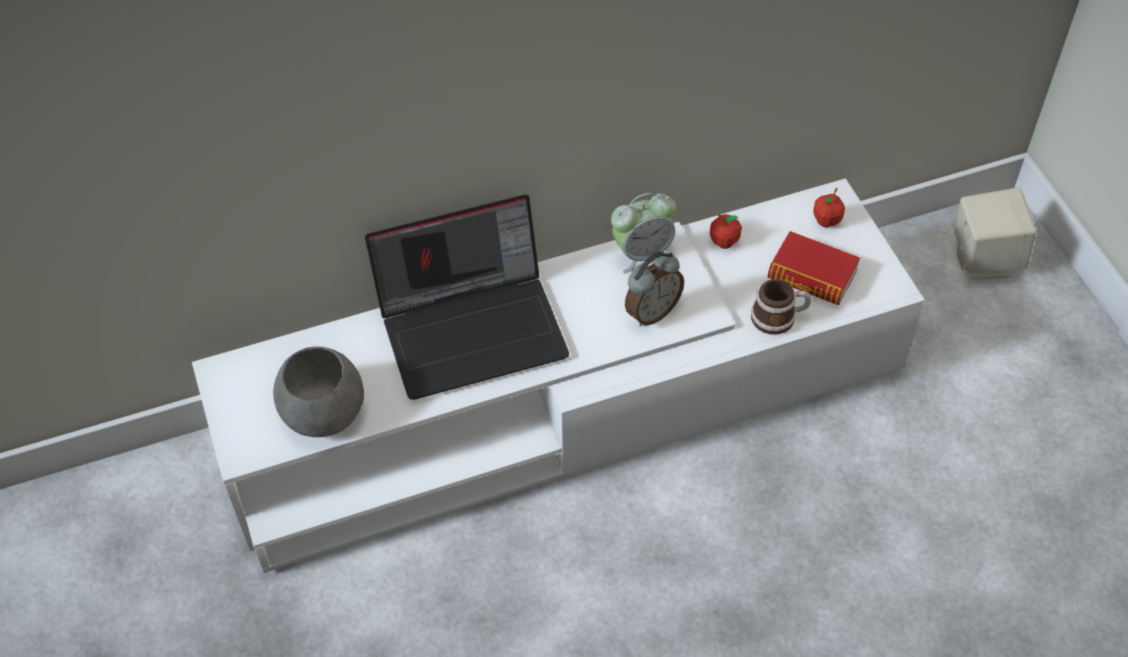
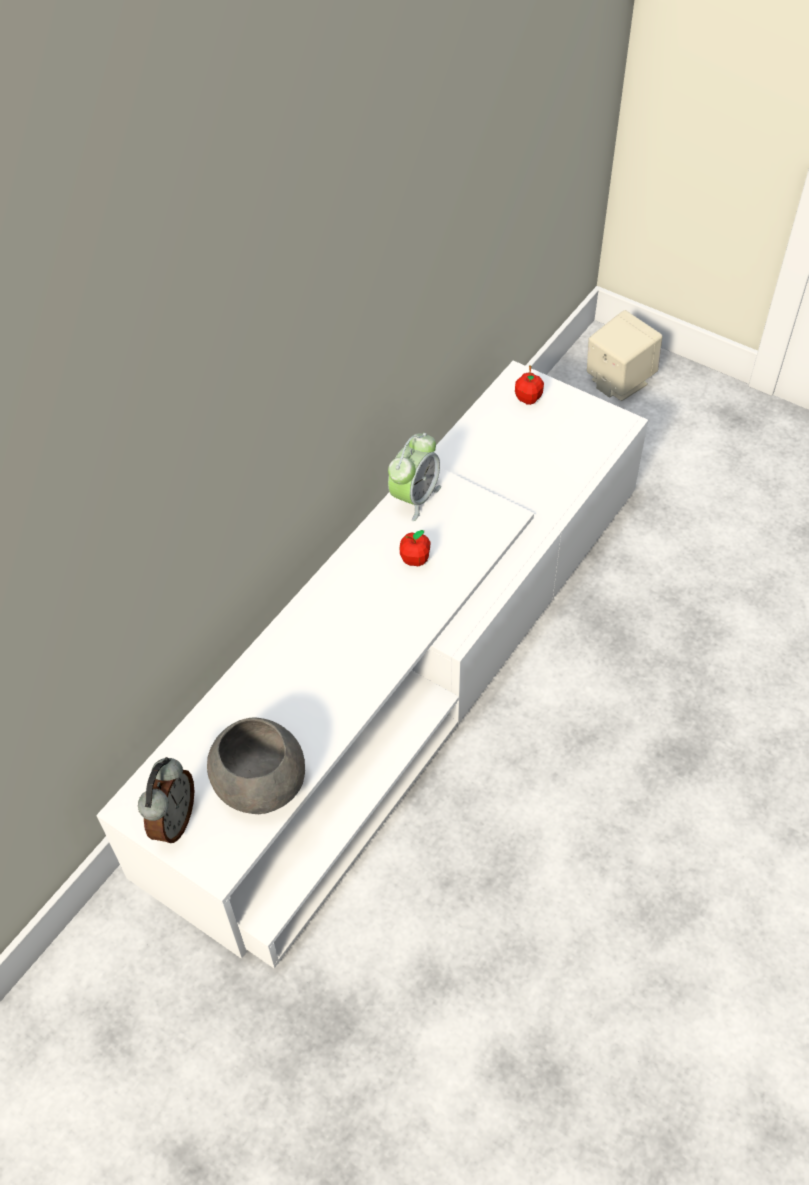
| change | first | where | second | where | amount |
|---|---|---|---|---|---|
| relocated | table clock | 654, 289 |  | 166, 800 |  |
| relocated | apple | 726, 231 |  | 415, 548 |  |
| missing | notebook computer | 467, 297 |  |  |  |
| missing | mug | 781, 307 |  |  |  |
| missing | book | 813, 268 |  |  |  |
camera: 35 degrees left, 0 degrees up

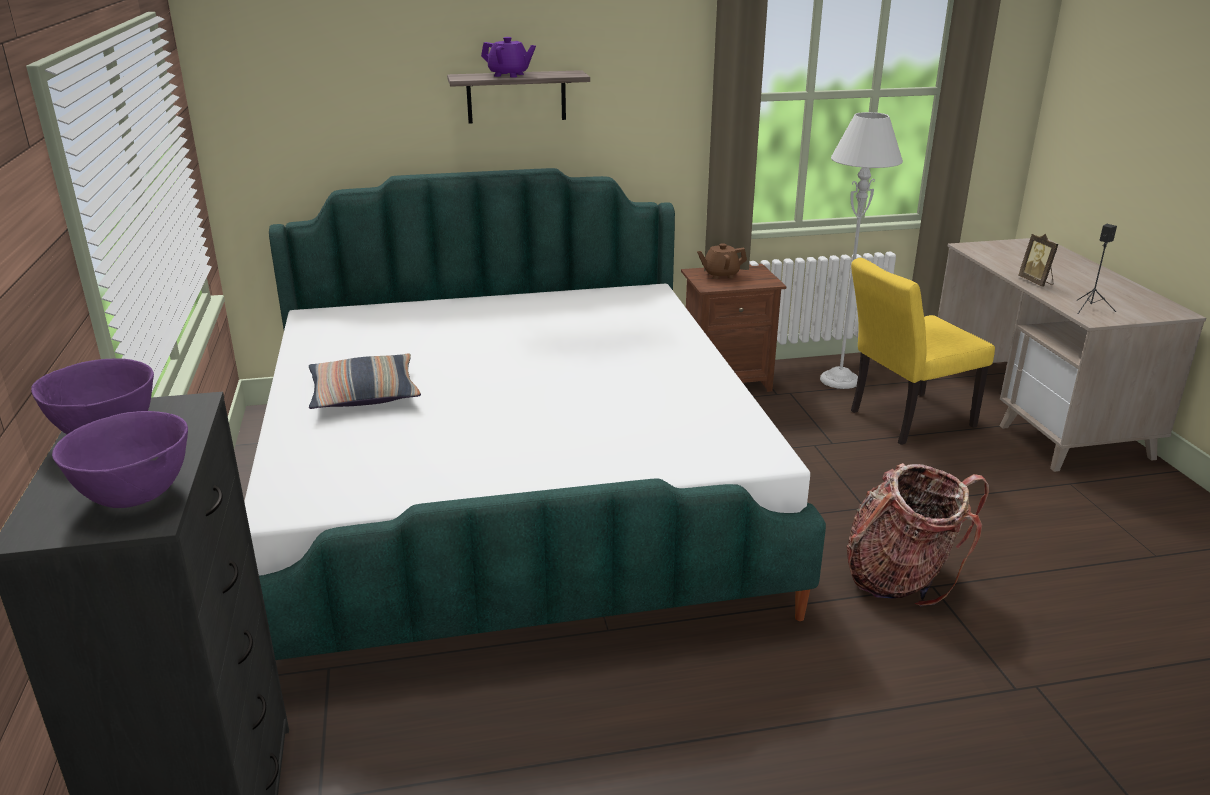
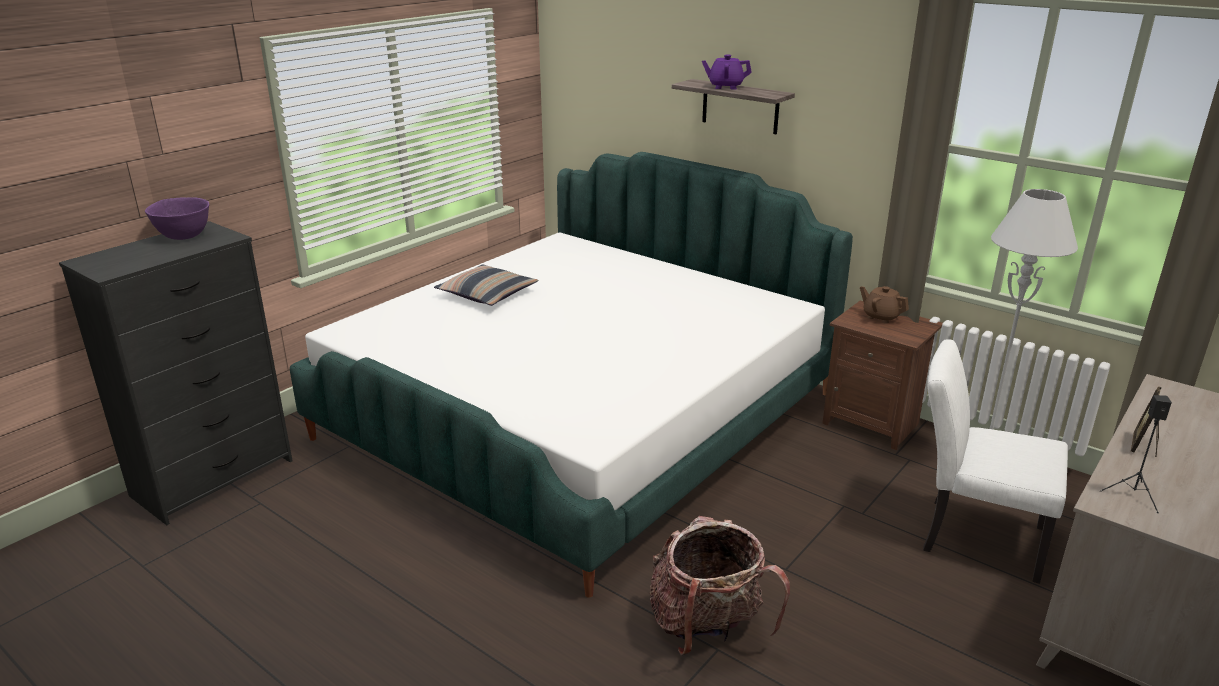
| change | first | where | second | where | amount |
|---|---|---|---|---|---|
| spun | purple-coloured teapot | 508, 57 |  | 727, 72 | 120 degrees clockwise |
| colour | yellowish upright chair | 923, 351 | white upright chair | 995, 461 |  |
| missing | purple-coloured deep dish | 120, 459 |  |  |  |
camera: 50 degrees right, 0 degrees up

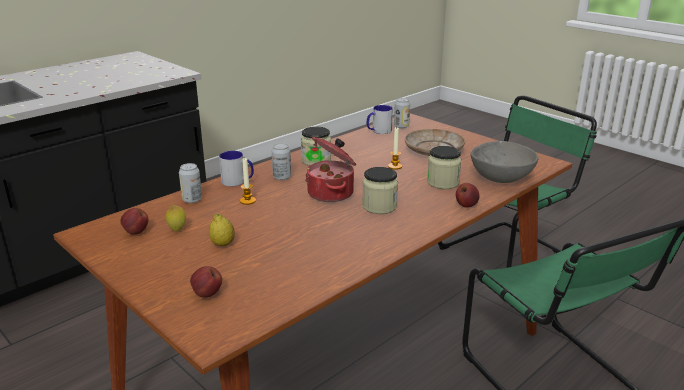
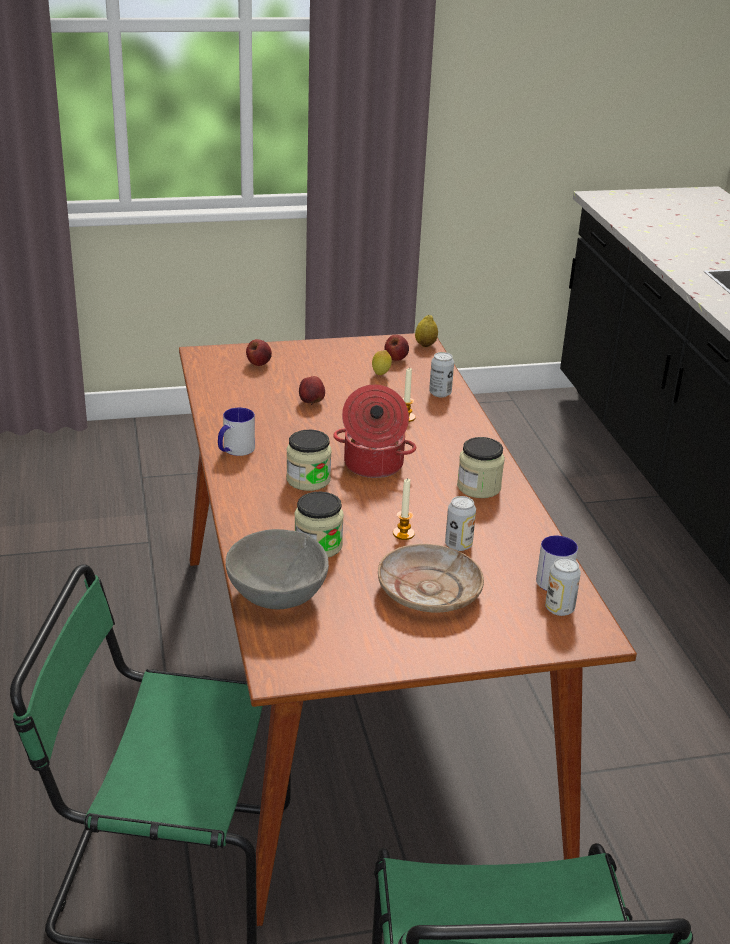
| change | first | where | second | where | amount |
|---|---|---|---|---|---|
| relocated | mug | 236, 168 |  | 236, 431 |  |
| relocated | apple | 468, 195 |  | 312, 390 |  |
| relocated | lemon | 222, 229 |  | 426, 331 |  |
| relocated | can | 281, 161 |  | 460, 523 |  |
camera: 120 degrees right, 5 degrees up

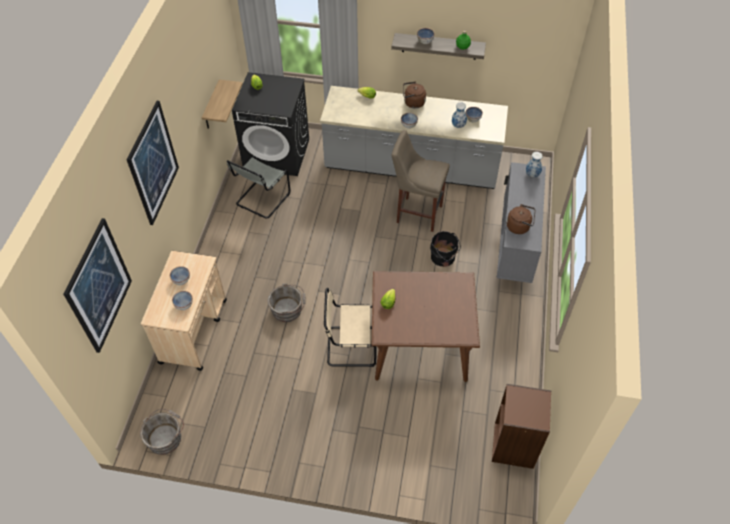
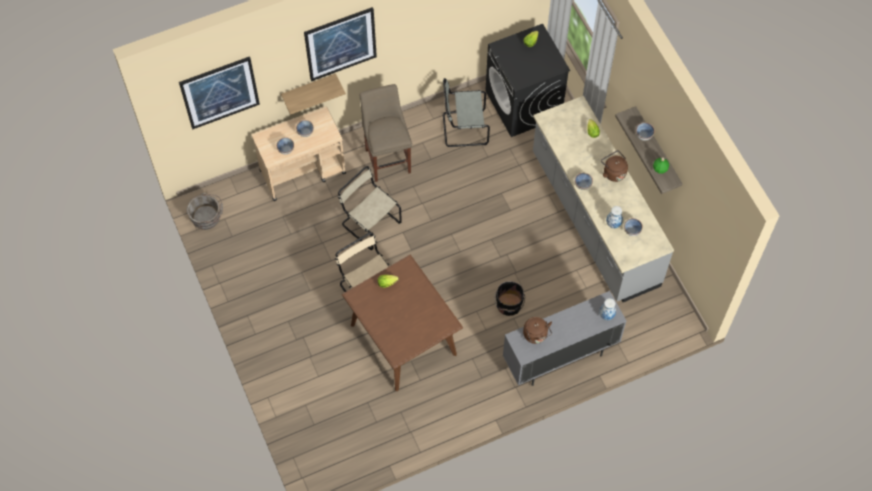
| change | first | where | second | where | amount |
|---|---|---|---|---|---|
| relocated | shelf | 222, 104 |  | 313, 94 |  |
| exchanged | grey water bucket | 287, 303 | beige upright chair | 370, 208 |  |
| relocated | beige stool | 421, 181 |  | 386, 133 |  |
| missing | brown bookcase | 521, 426 |  |  |  |
camera: 55 degrees right, 10 degrees up

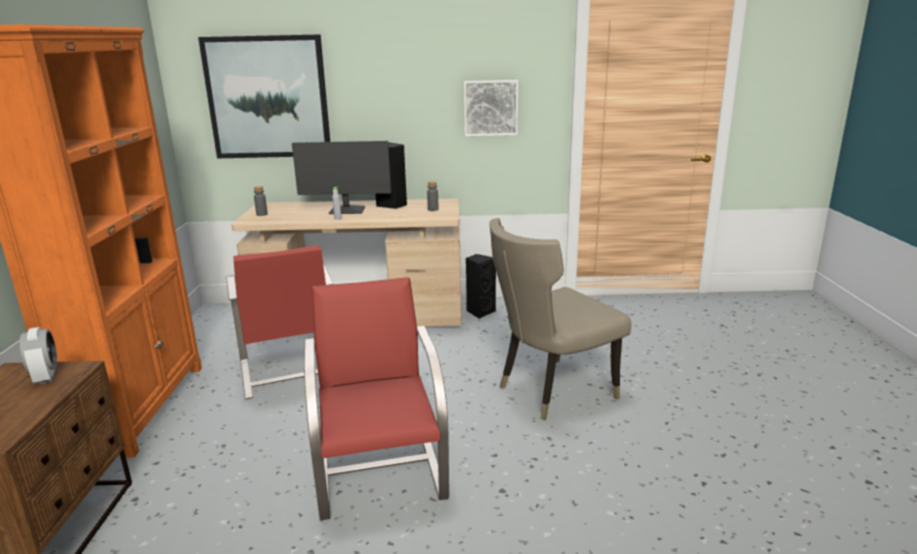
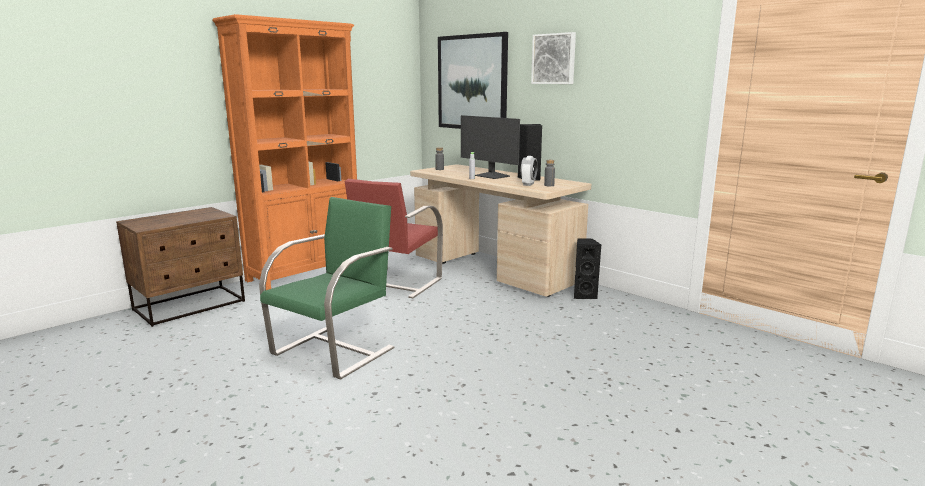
| change | first | where | second | where | amount |
|---|---|---|---|---|---|
| colour | red upright chair | 376, 398 | greenish upright chair | 327, 288 |  |
| relocated | table clock | 38, 356 |  | 529, 171 |  |
| relocated | wall picture | 491, 108 |  | 553, 58 |  |
| missing | beige upright chair | 560, 319 |  |  |  |
camera: 45 degrees right, 5 degrees down

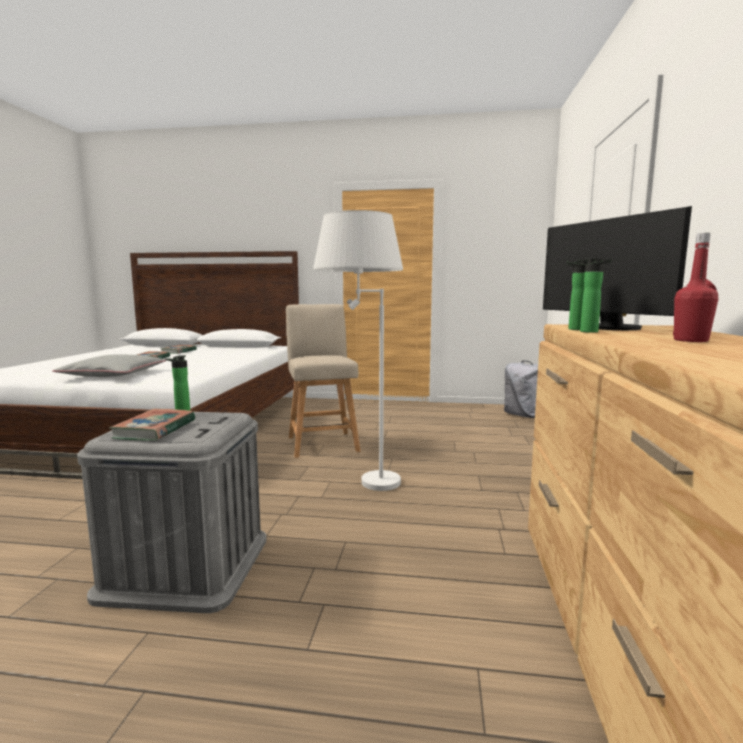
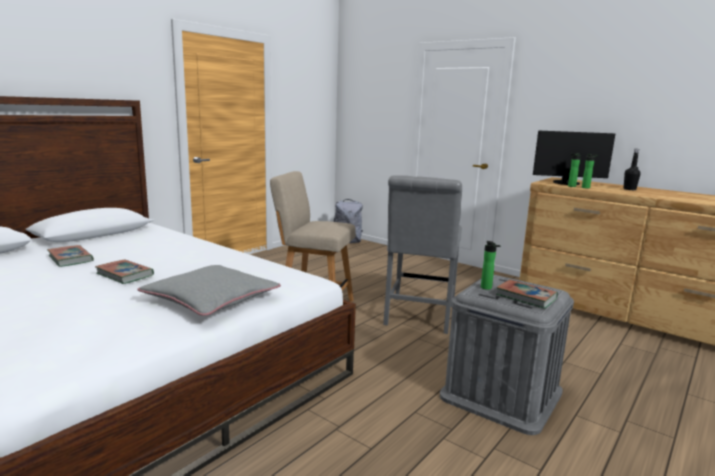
| change | first | where | second | where | amount |
|---|---|---|---|---|---|
| exchanged | white standard lamp | 358, 350 | grey upright chair | 422, 254 |  |
| colour | red bottle | 695, 287 | black bottle | 632, 169 |  |
camera: 60 degrees left, 5 degrees up

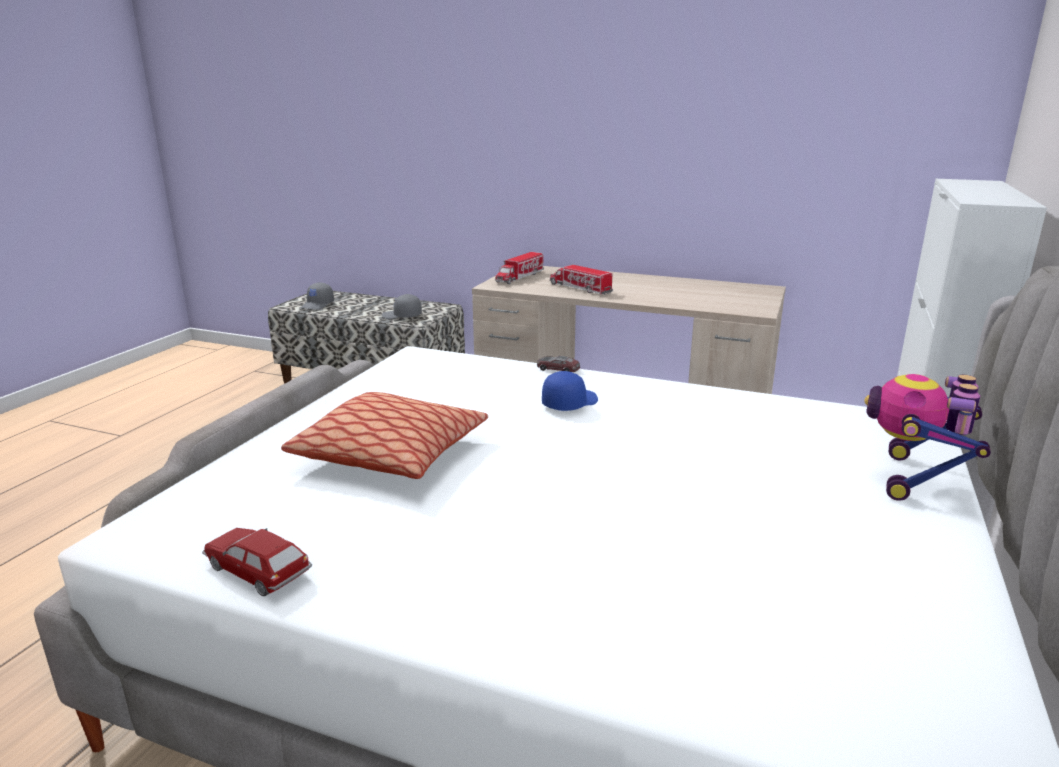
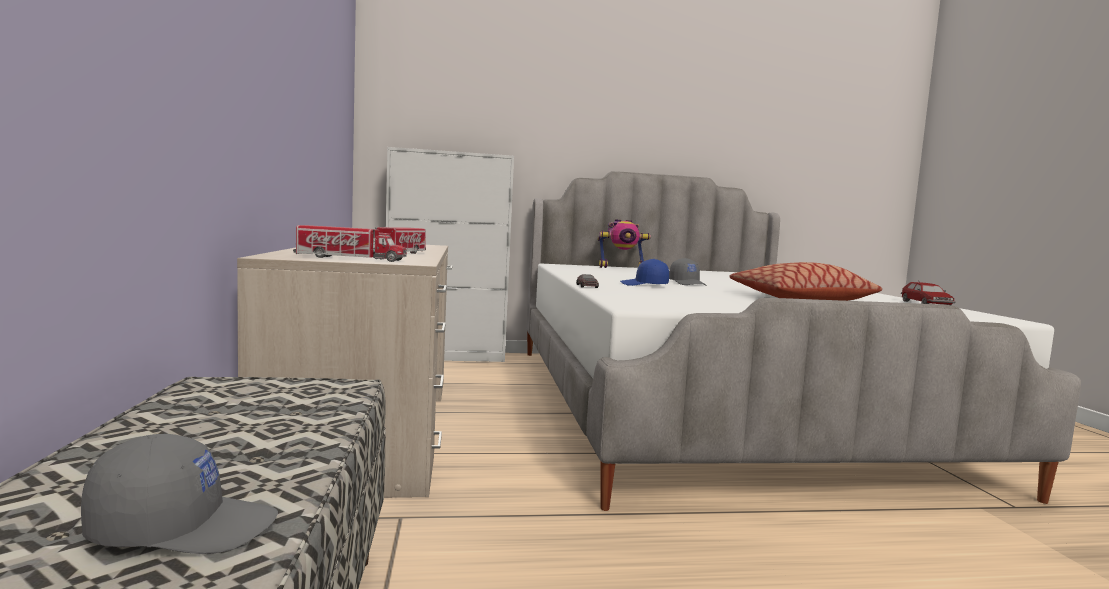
| change | first | where | second | where | amount |
|---|---|---|---|---|---|
| relocated | grey peaked cap | 401, 306 |  | 688, 272 |  |
camera: 120 degrees left, 15 degrees down

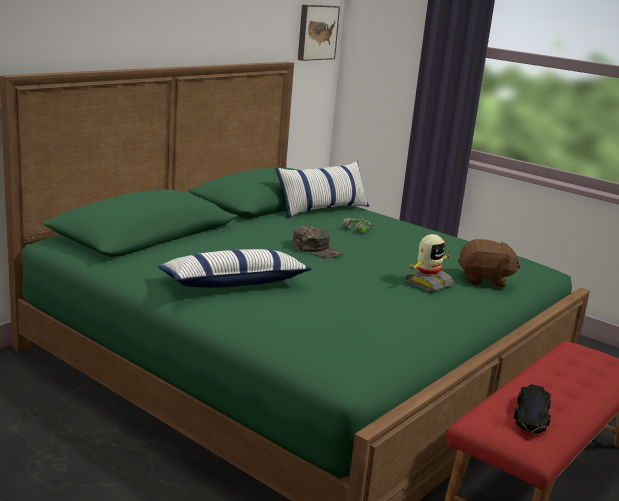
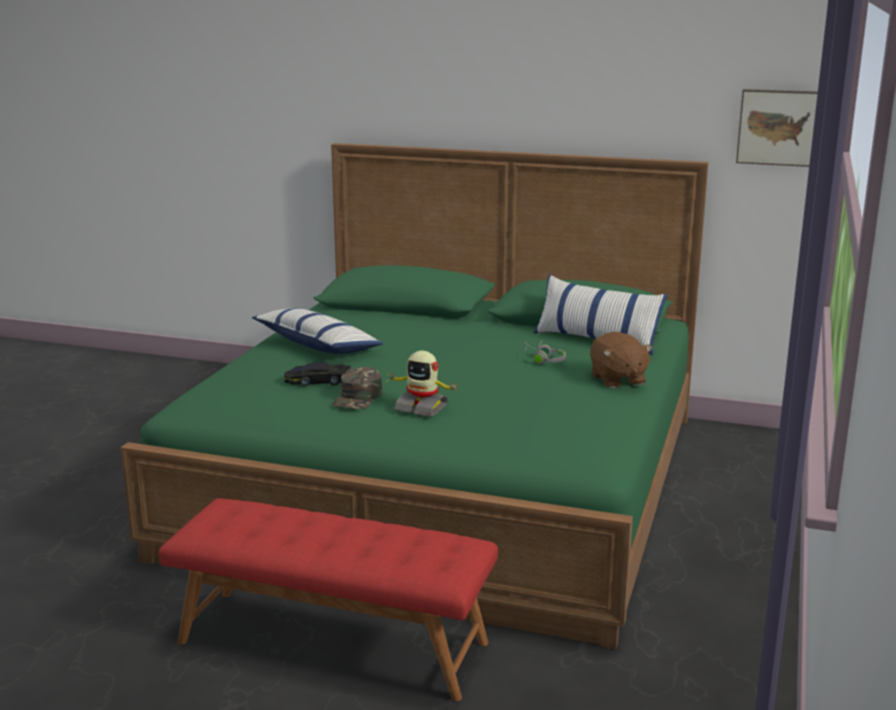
| change | first | where | second | where | amount |
|---|---|---|---|---|---|
| relocated | black toy car | 532, 408 |  | 317, 374 |  |
| relocated | greenish peaked cap | 317, 241 |  | 357, 388 |  |
| relocated | brown plush toy | 489, 263 |  | 621, 360 |  |
camera: 70 degrees right, 0 degrees up

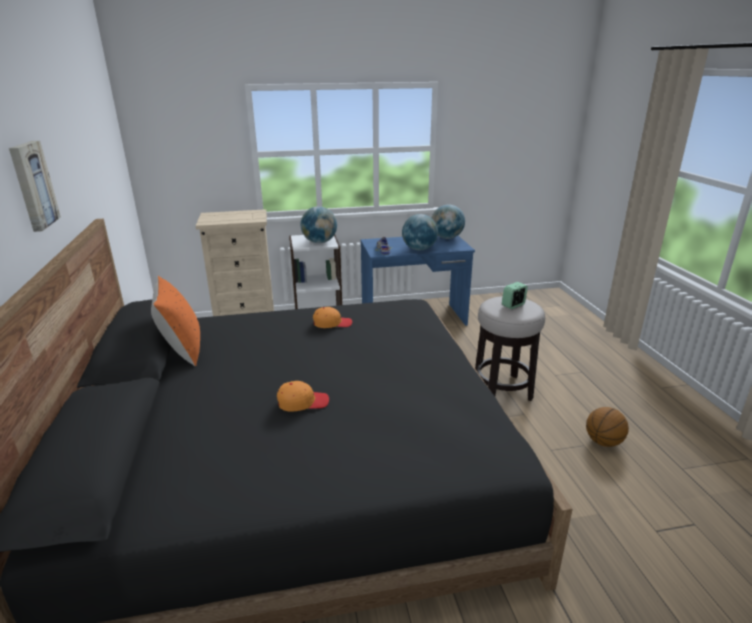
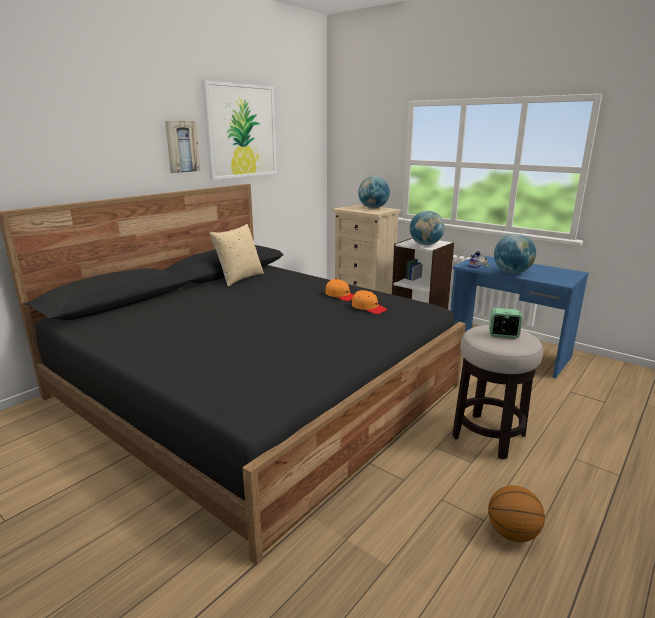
| change | first | where | second | where | amount |
|---|---|---|---|---|---|
| appeared |  |  | wall picture | 239, 130 |  |
| colour | orange cushion | 175, 321 | beige cushion | 236, 255 |  |
| relocated | orange peaked cap | 303, 396 |  | 370, 302 |  |
| relocated | desk globe | 448, 221 |  | 374, 192 |  |
camera: 50 degrees right, 5 degrees down

